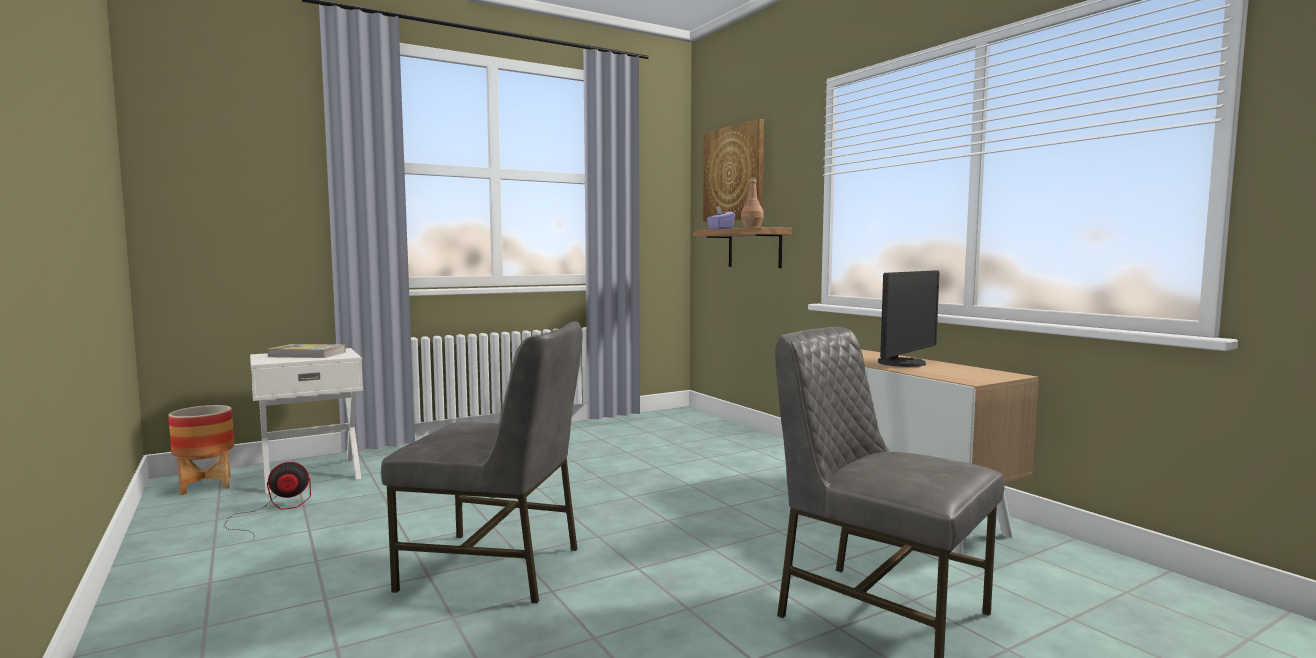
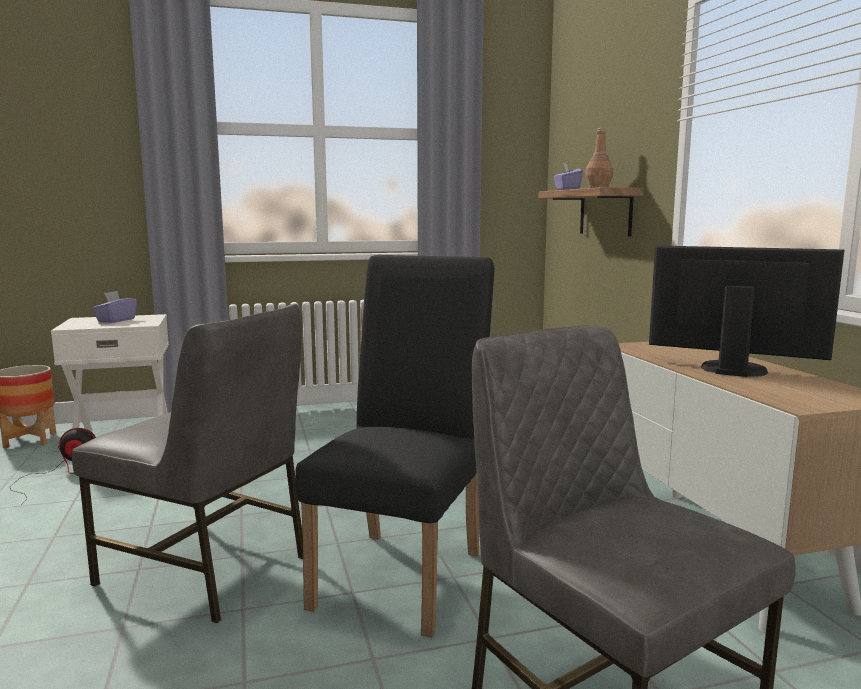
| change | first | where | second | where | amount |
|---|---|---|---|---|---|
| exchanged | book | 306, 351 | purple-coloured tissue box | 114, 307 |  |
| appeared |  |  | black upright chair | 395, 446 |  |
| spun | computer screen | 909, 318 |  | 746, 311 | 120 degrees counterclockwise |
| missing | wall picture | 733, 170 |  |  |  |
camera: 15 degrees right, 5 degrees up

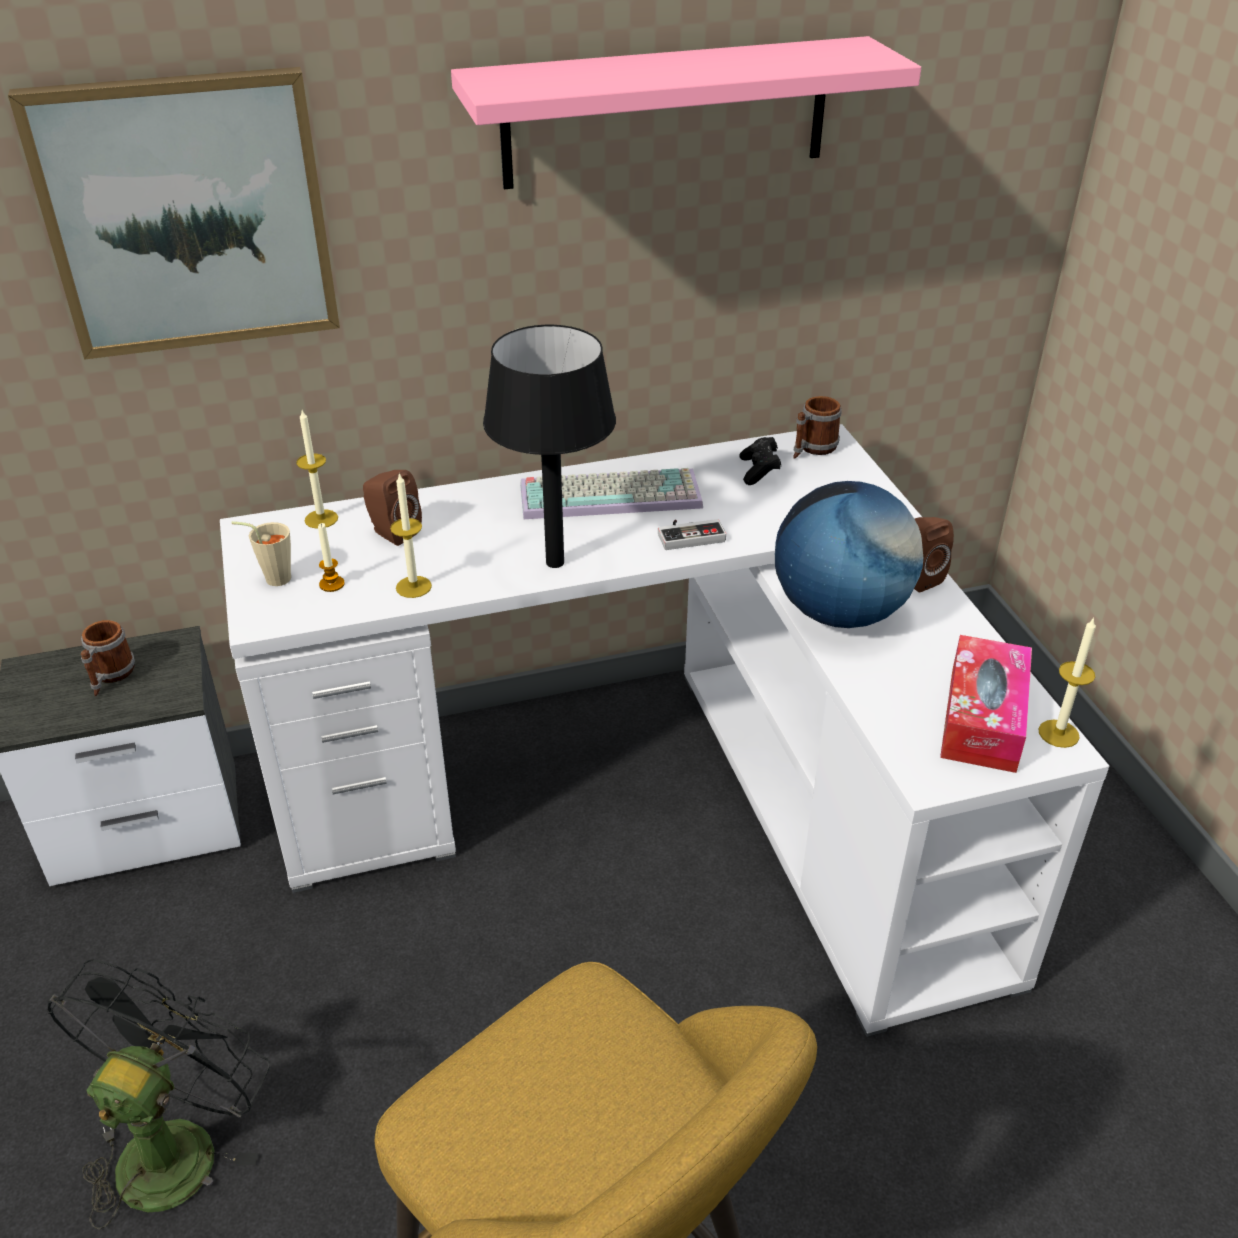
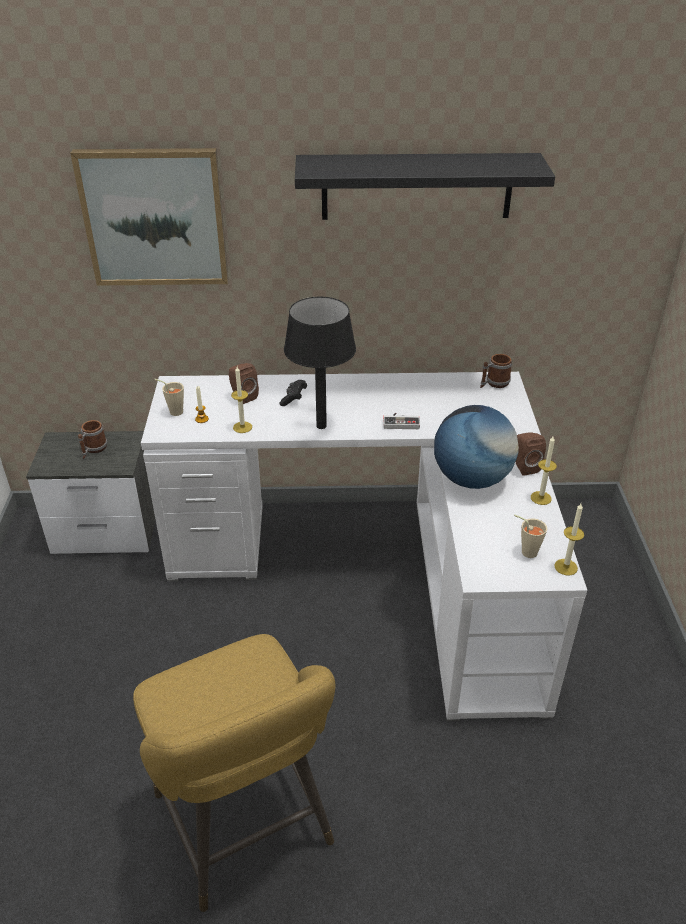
| change | first | where | second | where | amount |
|---|---|---|---|---|---|
| relocated | black game controller | 760, 461 |  | 293, 393 |  |
| colour | pink-coloured shelf | 686, 112 | black shelf | 425, 186 |  |
| exchanged | tissue box | 986, 704 | beige drinking cup | 530, 536 |  |
| relocated | wax light | 317, 469 |  | 544, 470 |  |
| missing | black electric fan | 158, 1094 |  |  |  |
| missing | computer keyboard | 611, 493 |  |  |  |
camera: 15 degrees right, 0 degrees up

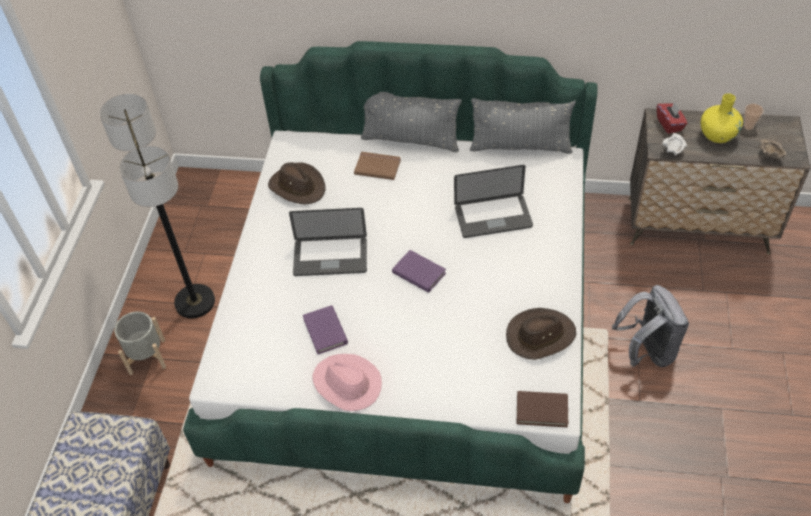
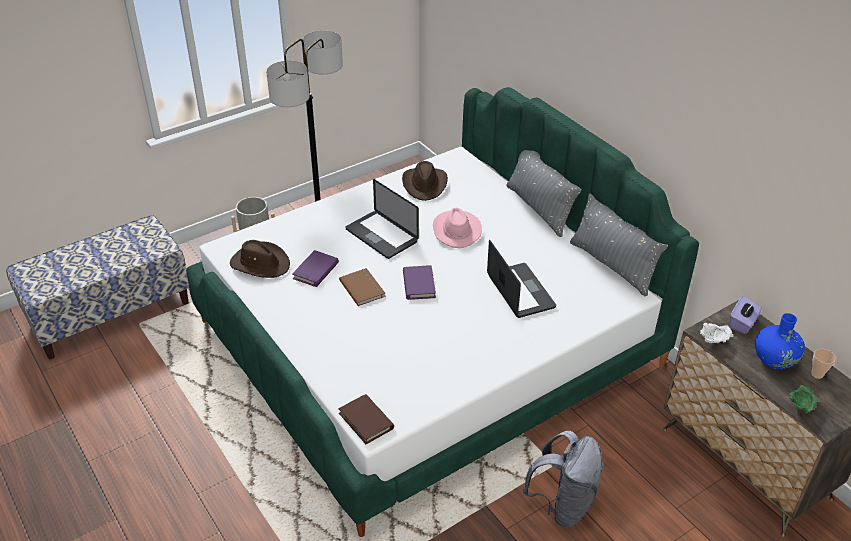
| change | first | where | second | where | amount |
|---|---|---|---|---|---|
| relocated | brown hat | 541, 334 |  | 260, 259 |  |
| relocated | brown book | 377, 166 |  | 362, 287 |  |
| relocated | pink-coloured hat | 347, 382 |  | 457, 228 |  |
| spun | notebook computer | 493, 201 |  | 521, 279 | 150 degrees counterclockwise |
| colour | red tissue box | 672, 118 | purple-coloured tissue box | 745, 315 |  |
| colour | yellowish vase | 722, 118 | bluish vase | 780, 341 |  |
| colour | beige deep dish | 772, 149 | greenish deep dish | 804, 399 |  |
camera: 45 degrees right, 10 degrees down

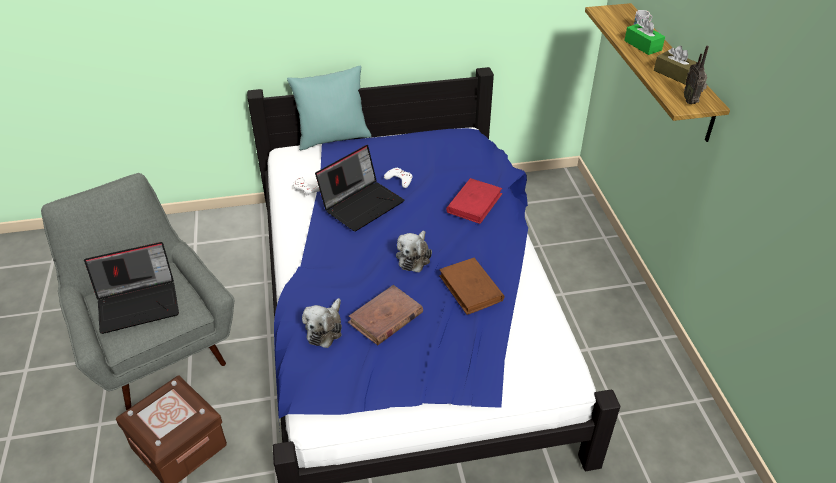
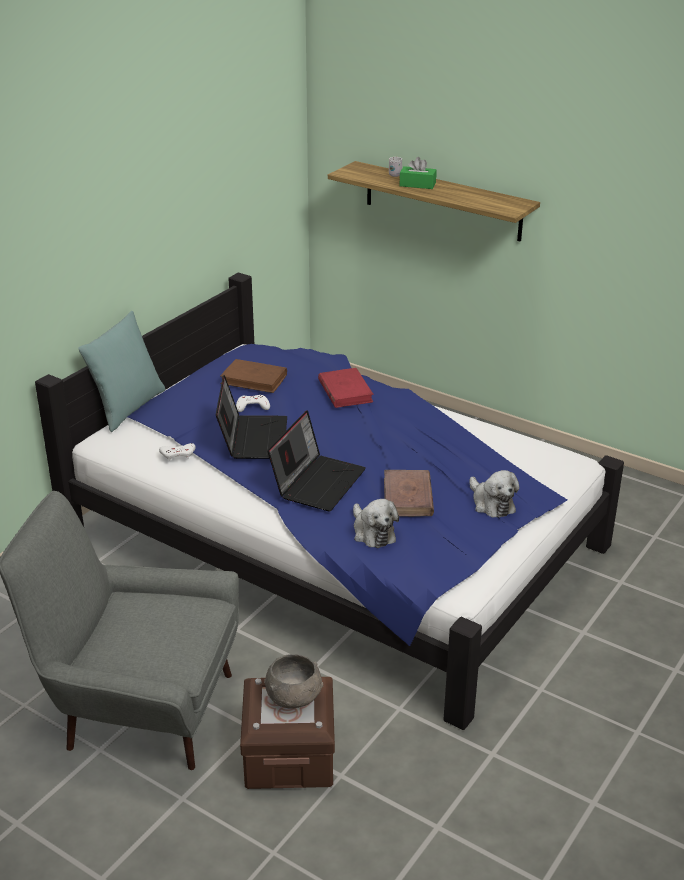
| change | first | where | second | where | amount |
|---|---|---|---|---|---|
| relocated | brown book | 471, 286 |  | 253, 376 |  |
| appeared |  |  | grey deep dish | 293, 681 |  |
| relocated | notebook computer | 131, 288 |  | 316, 460 |  |
| relocated | plush toy | 414, 251 |  | 494, 494 |  |
| missing | brown tissue box | 676, 65 |  |  |  |
| missing | radio set | 696, 75 |  |  |  |
camera: 45 degrees left, 10 degrees down

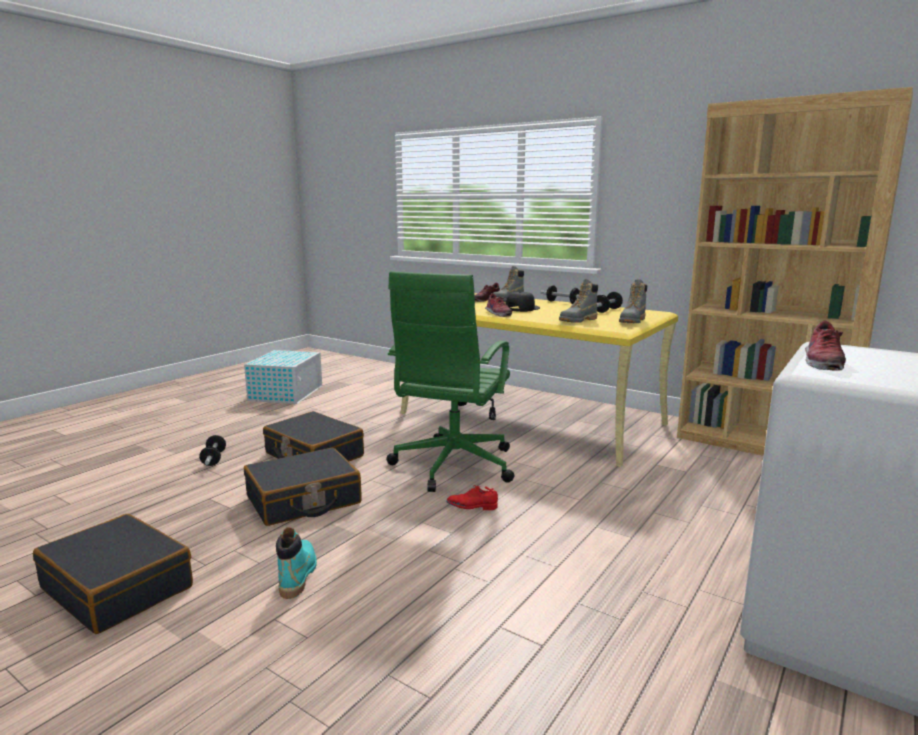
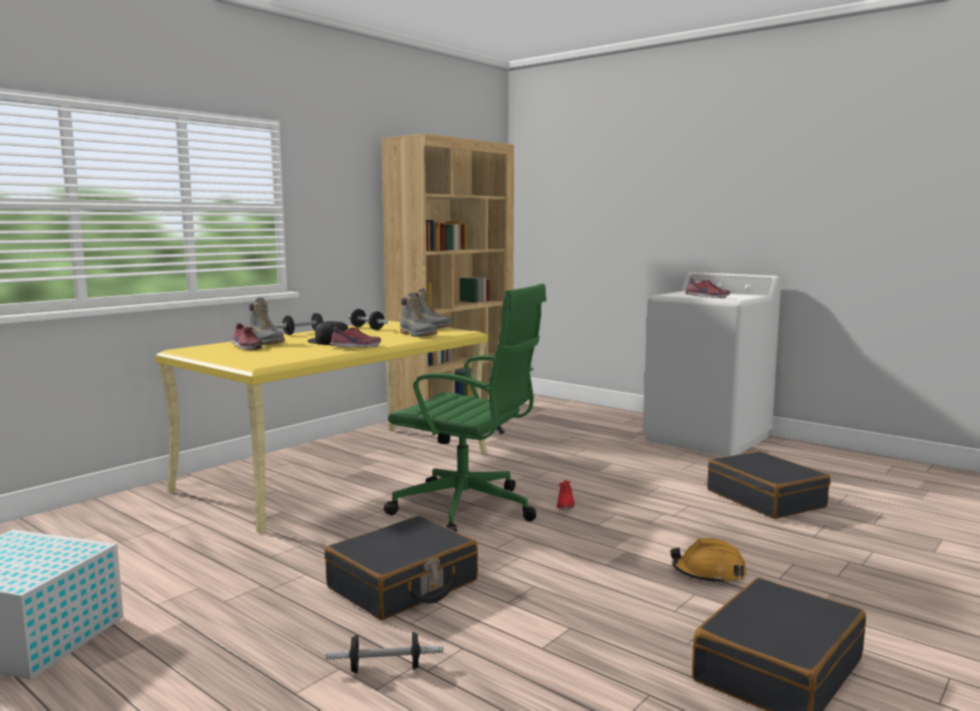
| change | first | where | second | where | amount |
|---|---|---|---|---|---|
| exchanged | blue-green tall boot | 296, 563 | orange safety helmet | 708, 561 |  |
| relocated | black suitcase | 303, 487 |  | 769, 485 |  |
camera: 85 degrees left, 5 degrees down

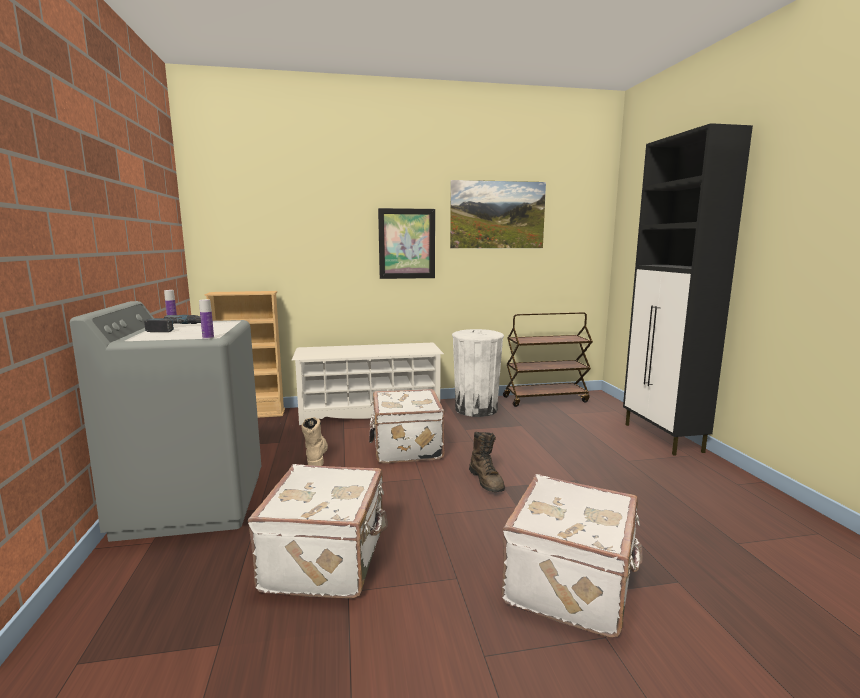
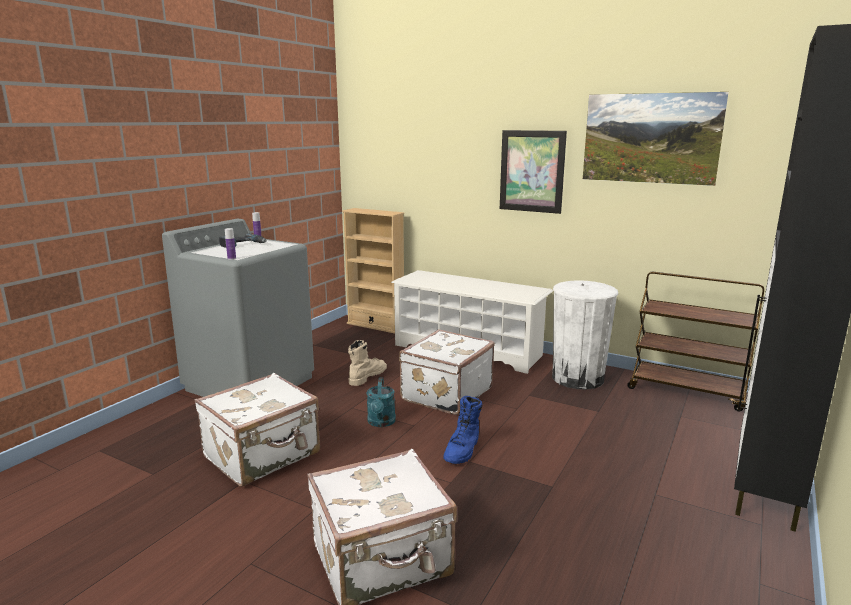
| change | first | where | second | where | amount |
|---|---|---|---|---|---|
| appeared |  |  | blue-green sprinkling can | 381, 402 |  |
| colour | brown tall boot | 487, 462 | bluish tall boot | 463, 430 |  |
camera: 40 degrees right, 5 degrees up

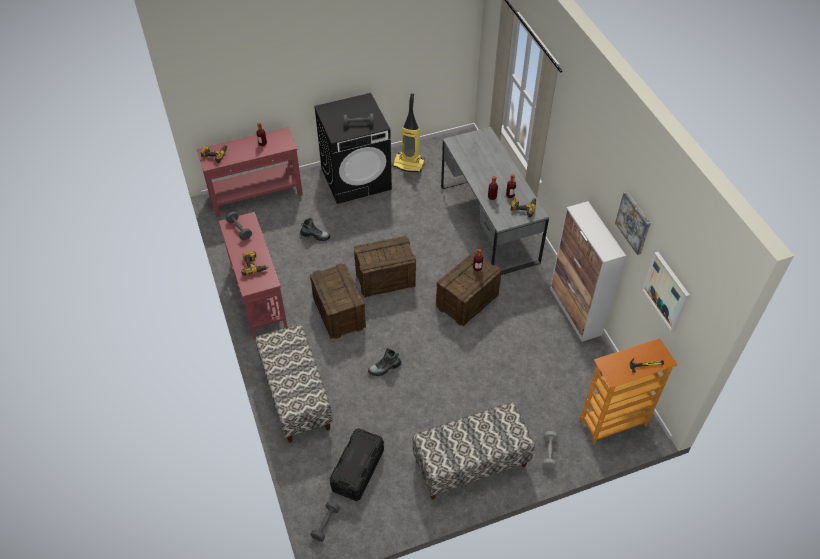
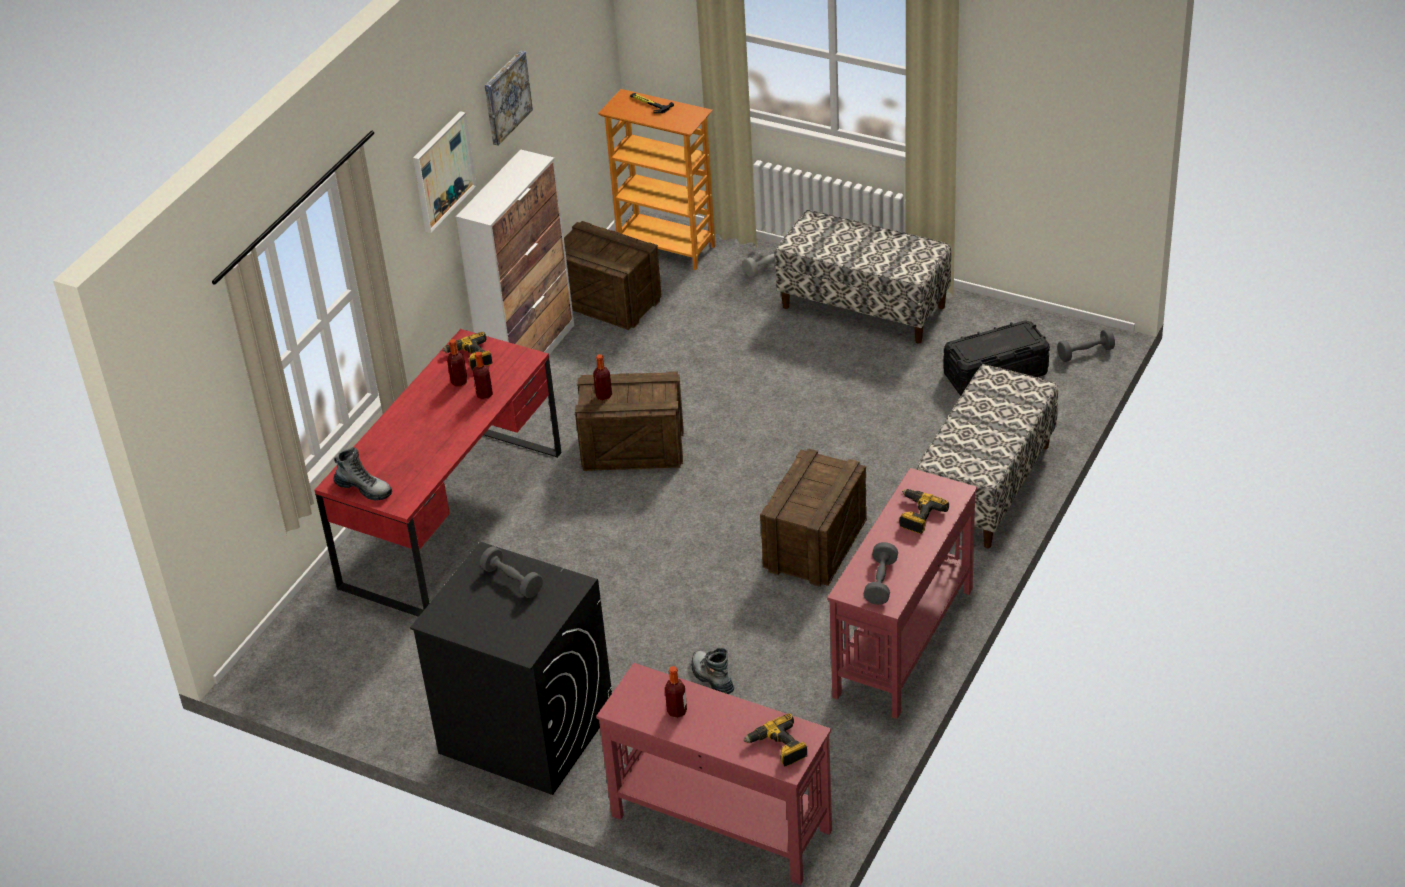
| change | first | where | second | where | amount |
|---|---|---|---|---|---|
| colour | grey desk table | 495, 201 | red desk table | 438, 473 |  |
| relocated | tall boot | 385, 362 |  | 363, 474 |  |
| relocated | wall picture | 666, 292 |  | 444, 172 |  |
| relocated | shipping crate | 385, 266 |  | 613, 275 |  |
| missing | hoover | 408, 133 |  |  |  |
camera: 130 degrees left, 10 degrees down

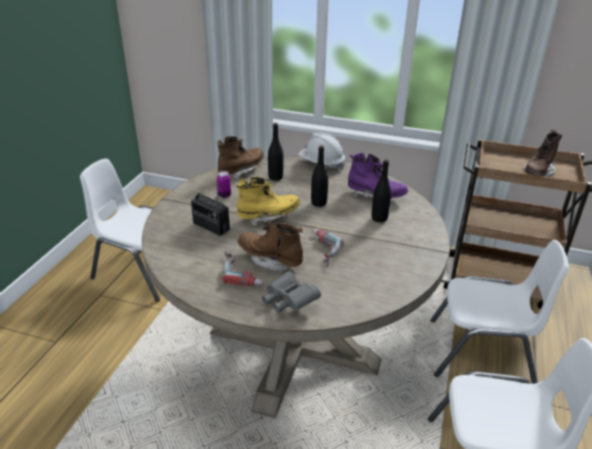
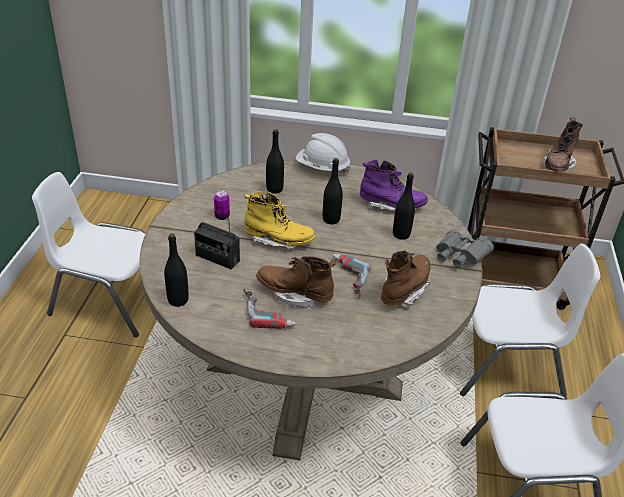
| change | first | where | second | where | amount |
|---|---|---|---|---|---|
| appeared |  |  | black bottle | 176, 270 |  |
| spun | yellowish tall boot | 268, 201 |  | 280, 220 | 45 degrees clockwise |
| relocated | brown tall boot | 240, 157 |  | 405, 279 |  |
| relocated | grey pair of binoculars | 291, 292 |  | 465, 248 |  |
camera: 10 degrees left, 5 degrees up

